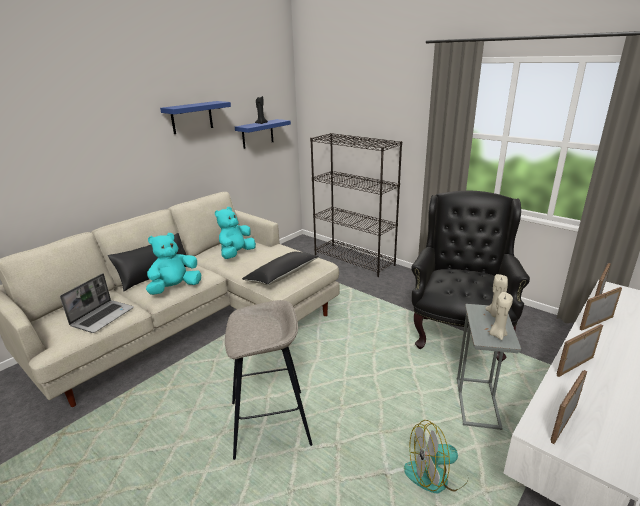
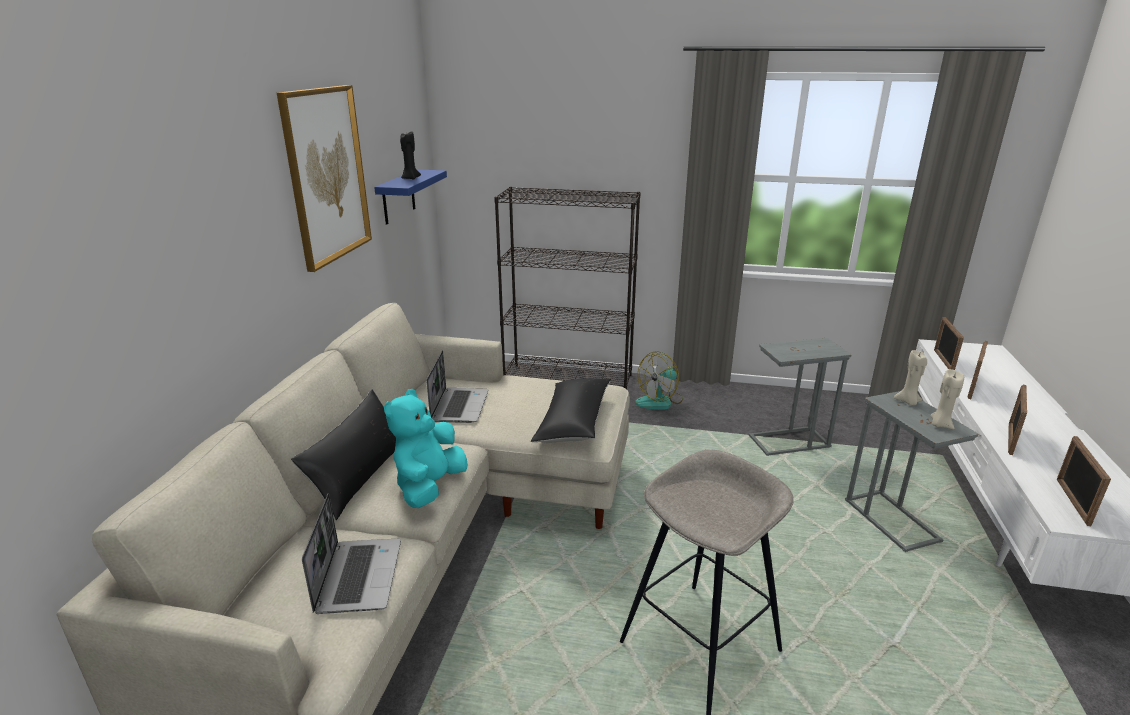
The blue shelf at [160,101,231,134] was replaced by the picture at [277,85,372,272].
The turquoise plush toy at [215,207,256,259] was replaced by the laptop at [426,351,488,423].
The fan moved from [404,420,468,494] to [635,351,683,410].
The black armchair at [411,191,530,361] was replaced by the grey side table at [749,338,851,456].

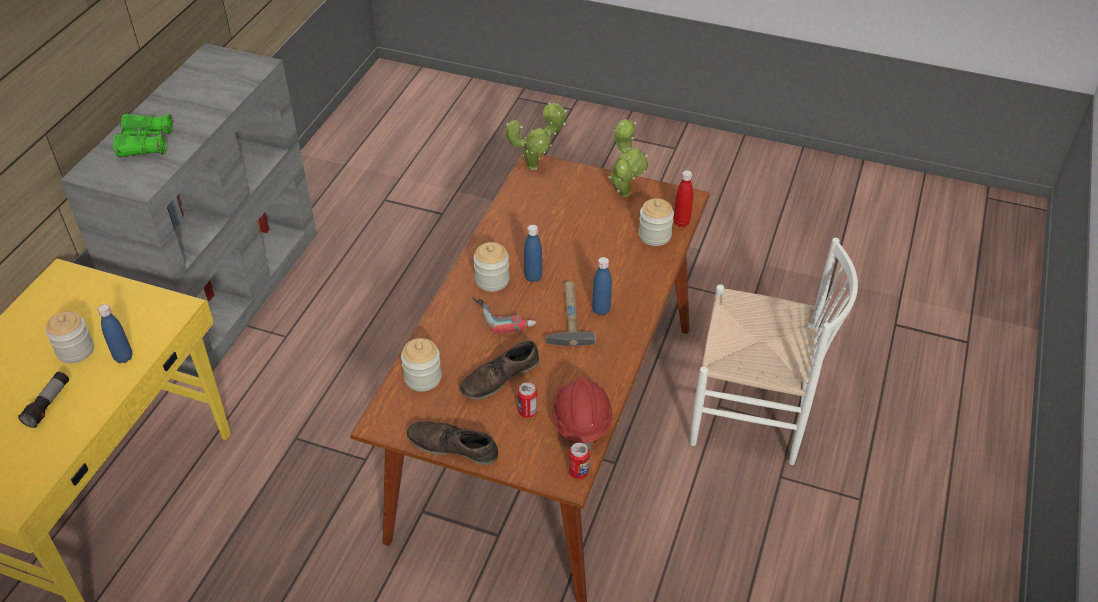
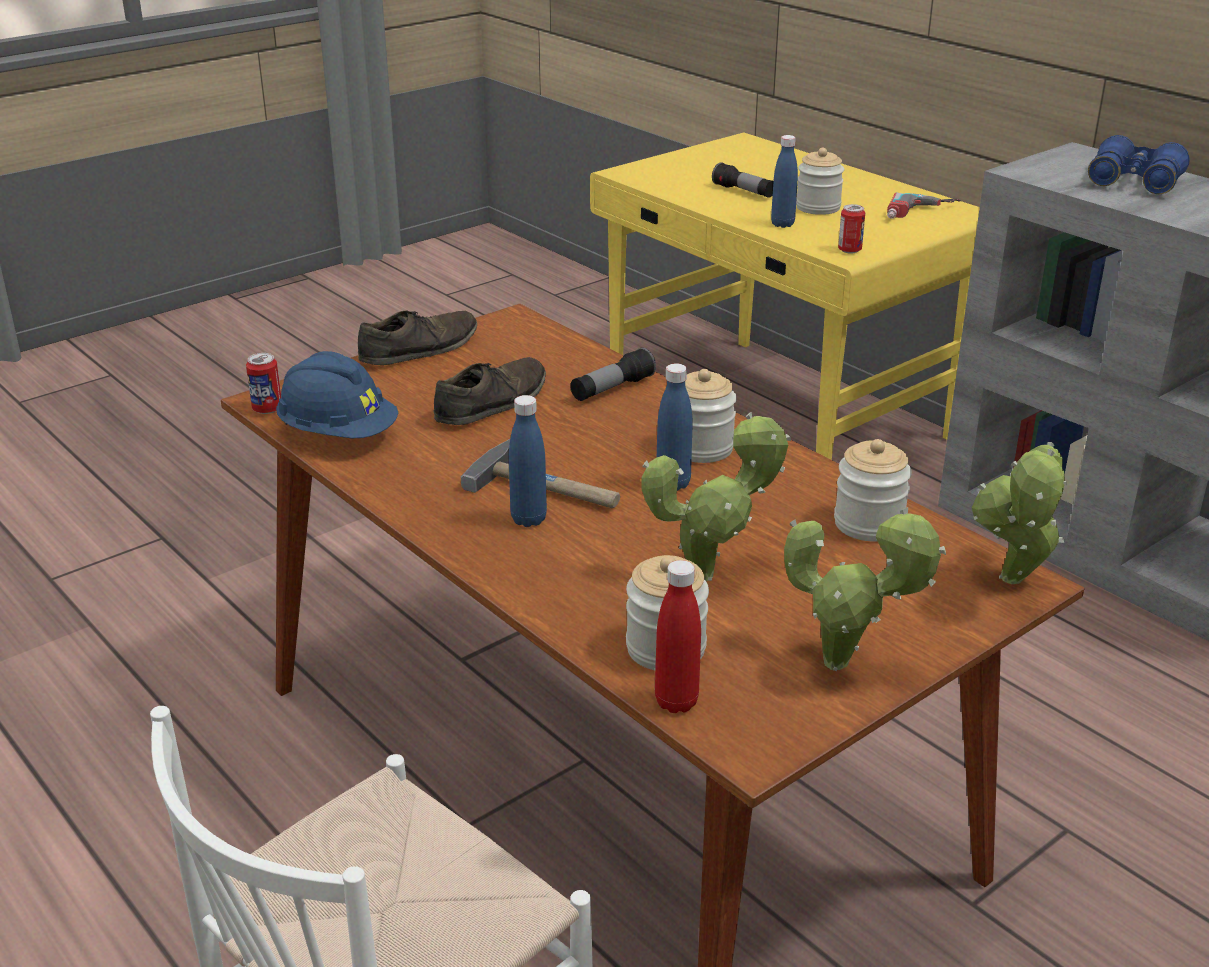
The green binoculars at [113,114,173,157] became the blue binoculars at [1088,135,1190,194].
The jar moved from [401,338,442,392] to [834,439,912,542].
The brown shoe at [460,341,539,400] turned 45 degrees clockwise.
The power drill moved from [473,297,536,334] to [887,192,961,219].
The can moved from [518,383,537,418] to [838,204,865,254].
The red hard hat at [552,376,613,450] became the blue hard hat at [276,351,398,438].
The flashlight at [570,347,656,401] appeared.
The potted plant at [641,412,791,581] appeared.

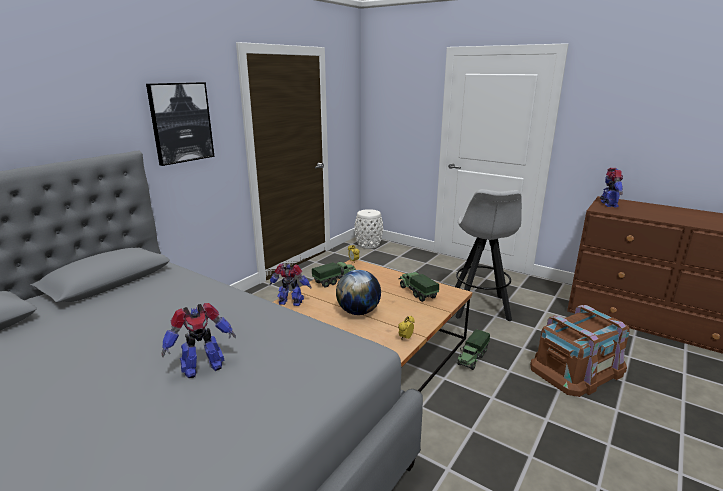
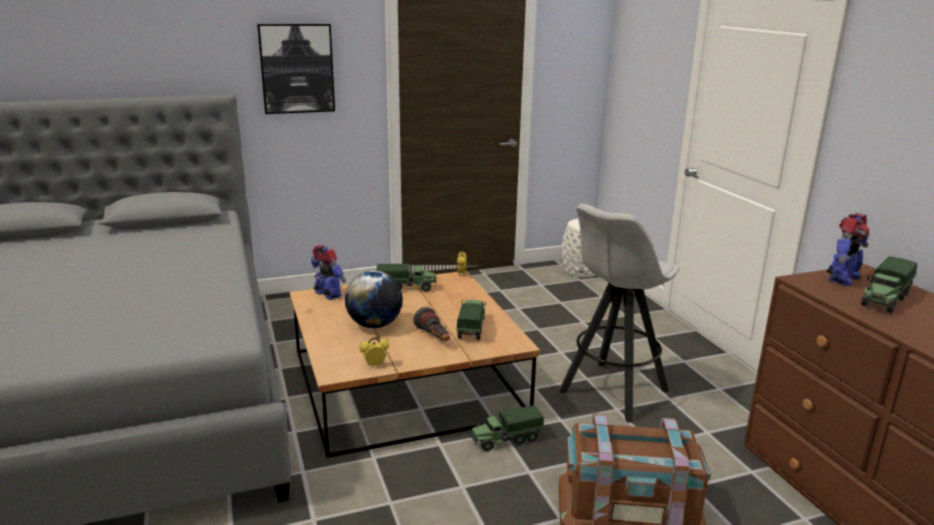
The toy robot at [161,303,236,378] disappeared.
The flashlight at [413,307,450,341] appeared.
The toy truck at [861,256,917,313] appeared.

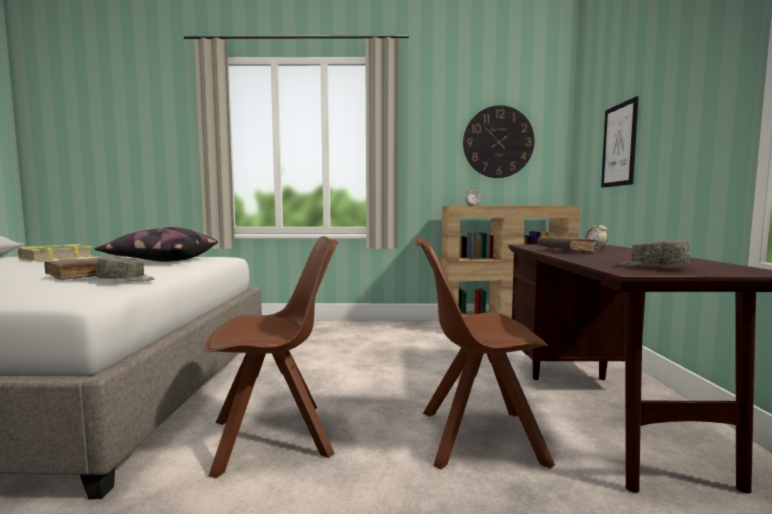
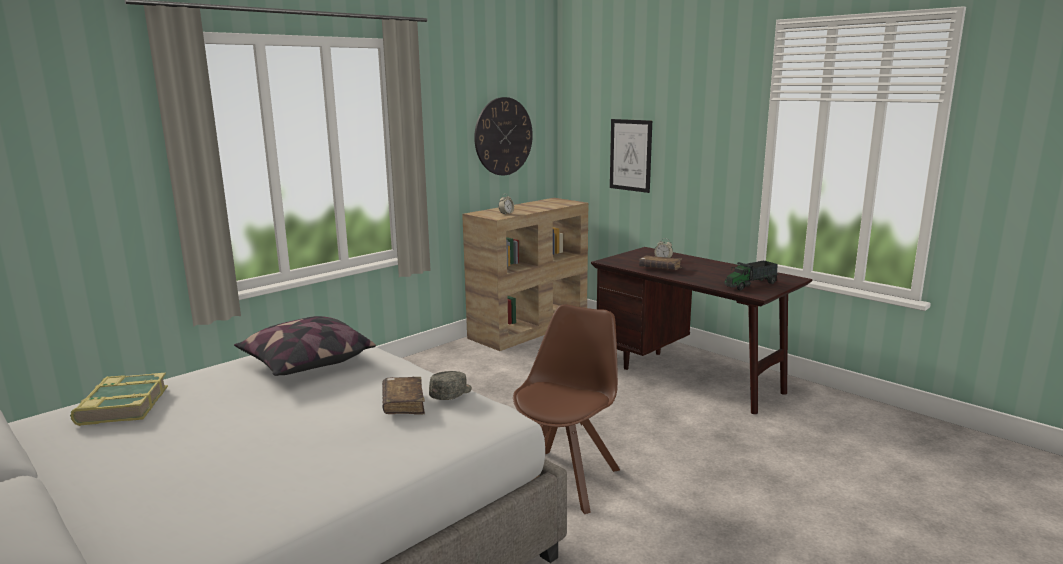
The brown chair at [415,237,555,469] disappeared.
The grey cap at [619,240,691,267] was replaced by the toy truck at [724,261,778,290].

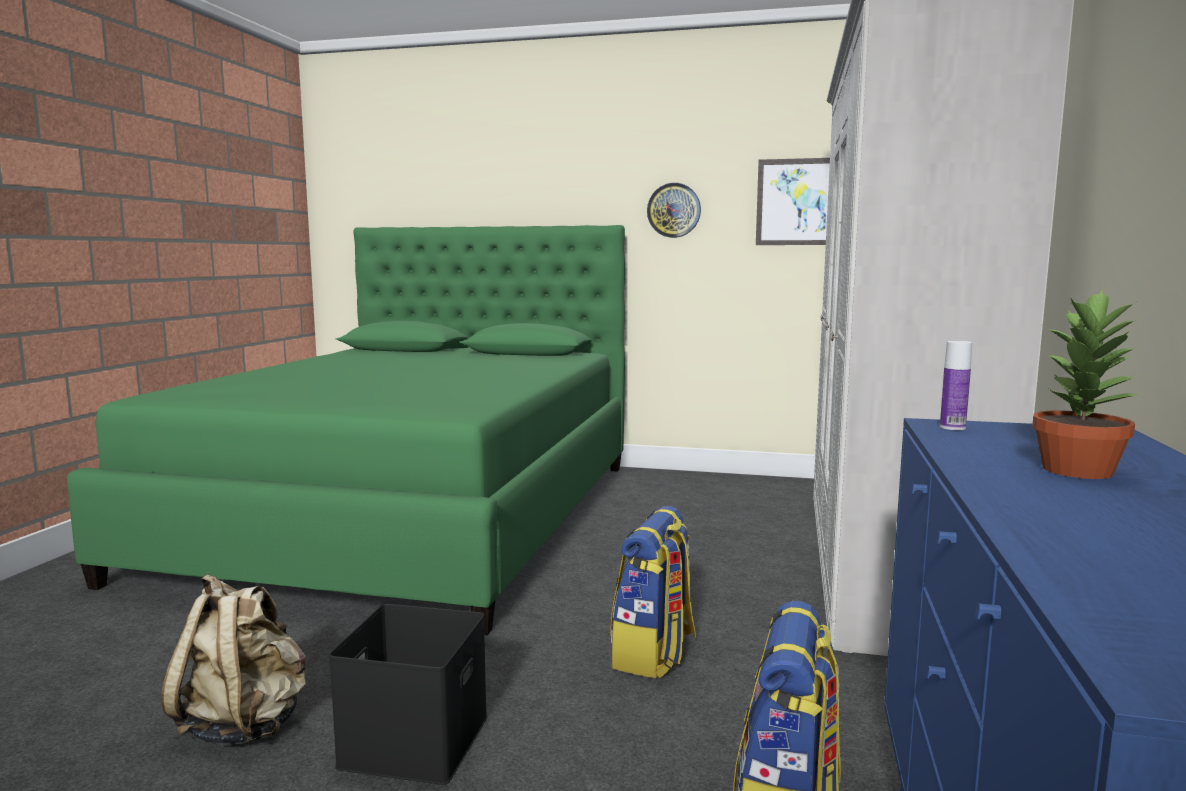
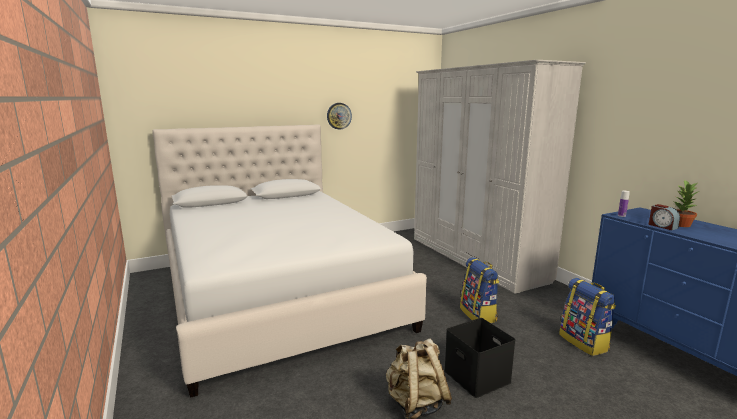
The green bed at [67,225,625,635] became the white bed at [152,124,427,398].
The picture at [756,158,830,245] disappeared.
The alarm clock at [649,204,680,230] appeared.

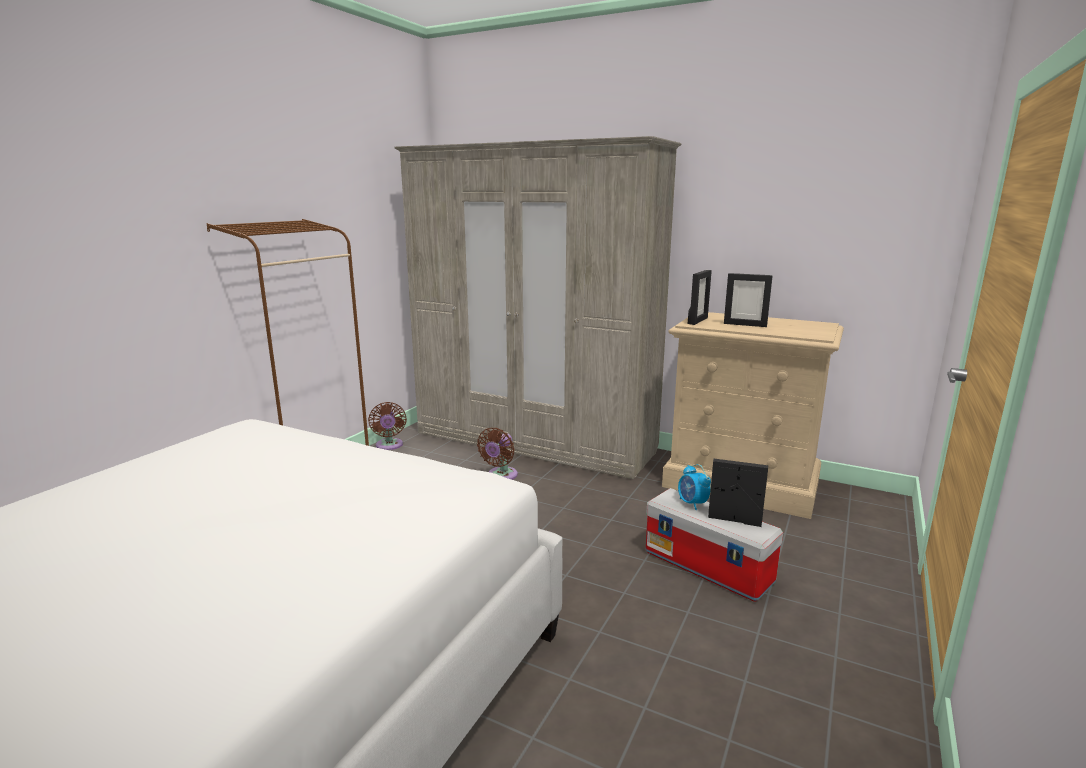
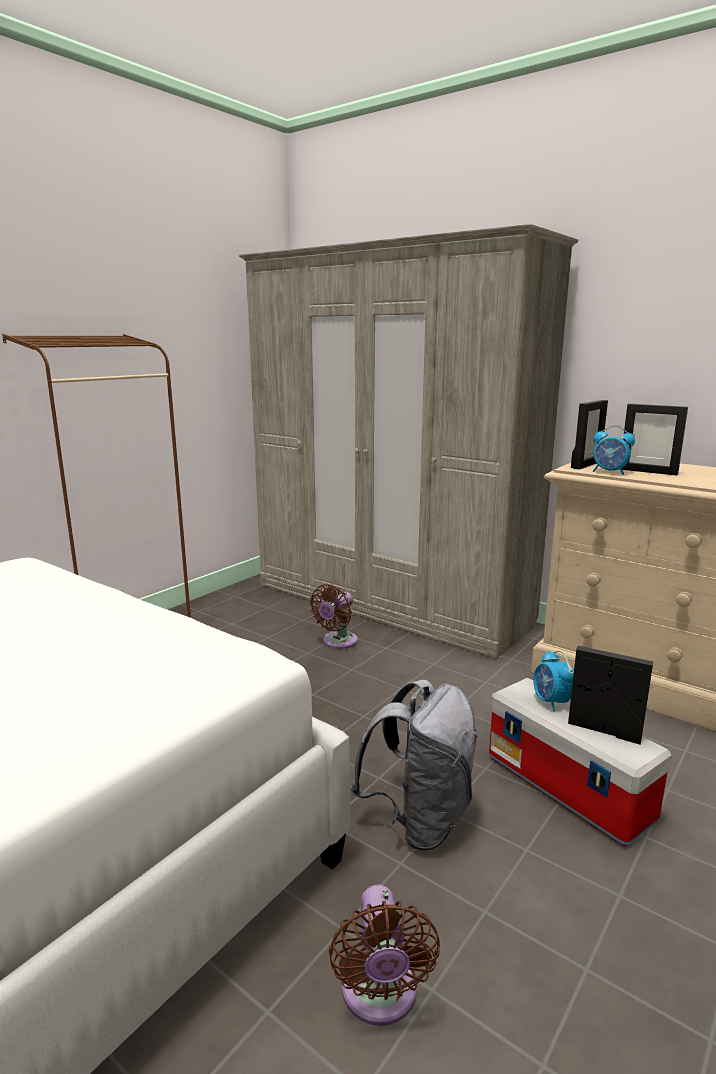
The brown fan moved from [368,402,407,450] to [329,885,440,1026].
The grey backpack at [351,680,478,851] appeared.
The alarm clock at [593,425,635,475] appeared.

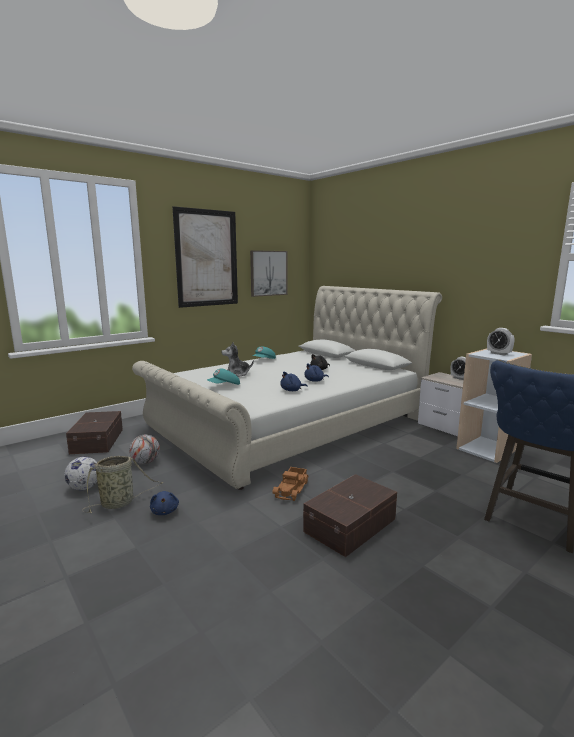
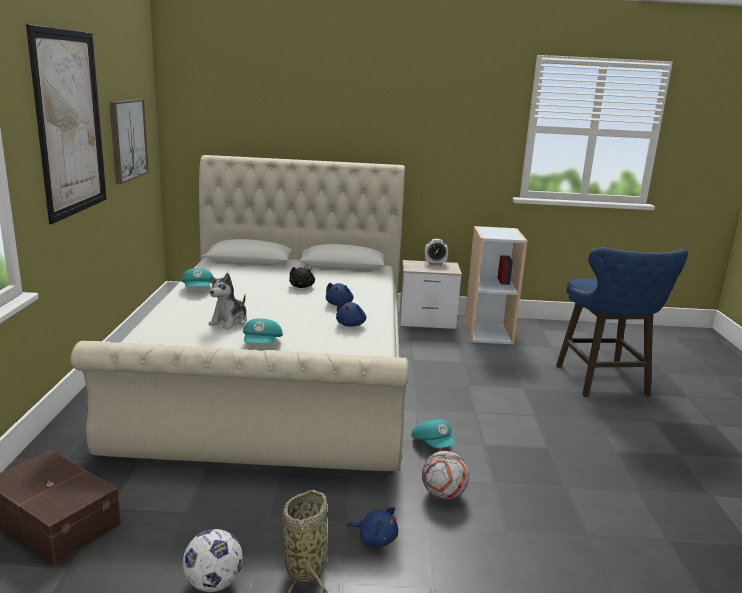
The football moved from [129,435,160,464] to [422,451,469,500].
The toy truck at [272,467,308,501] was replaced by the turquoise cap at [411,419,456,448].
The brown storage box at [303,474,397,557] disappeared.
The alarm clock at [487,328,515,356] disappeared.

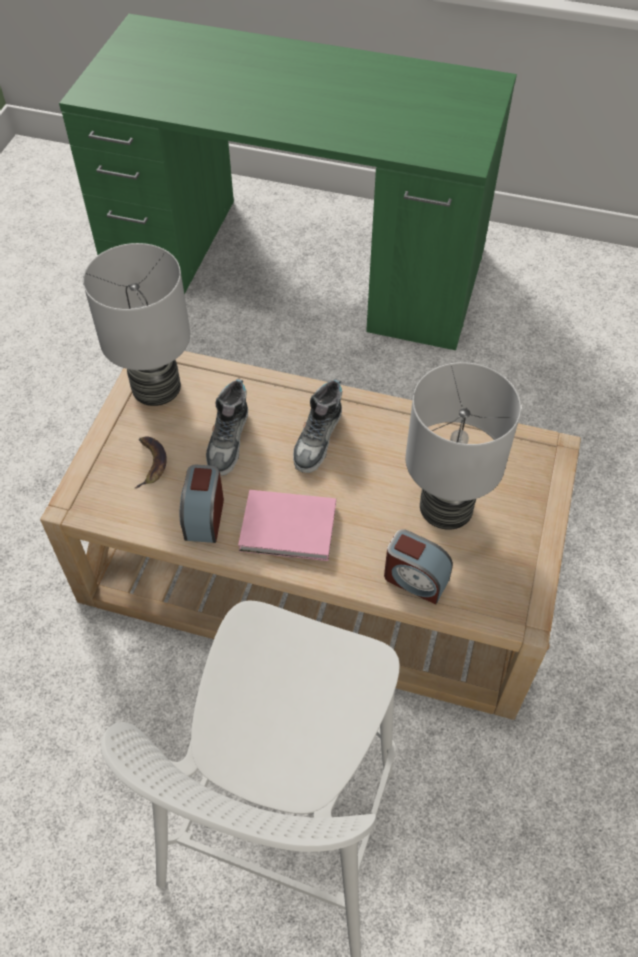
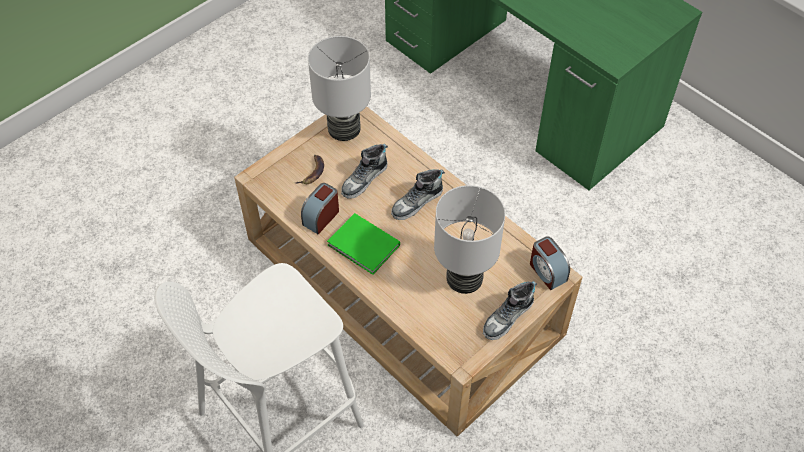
The pink book at [238,490,336,561] became the green book at [327,213,400,275].
The alarm clock moved from [384,529,453,605] to [530,236,570,290].
The shoe at [483,281,537,340] appeared.

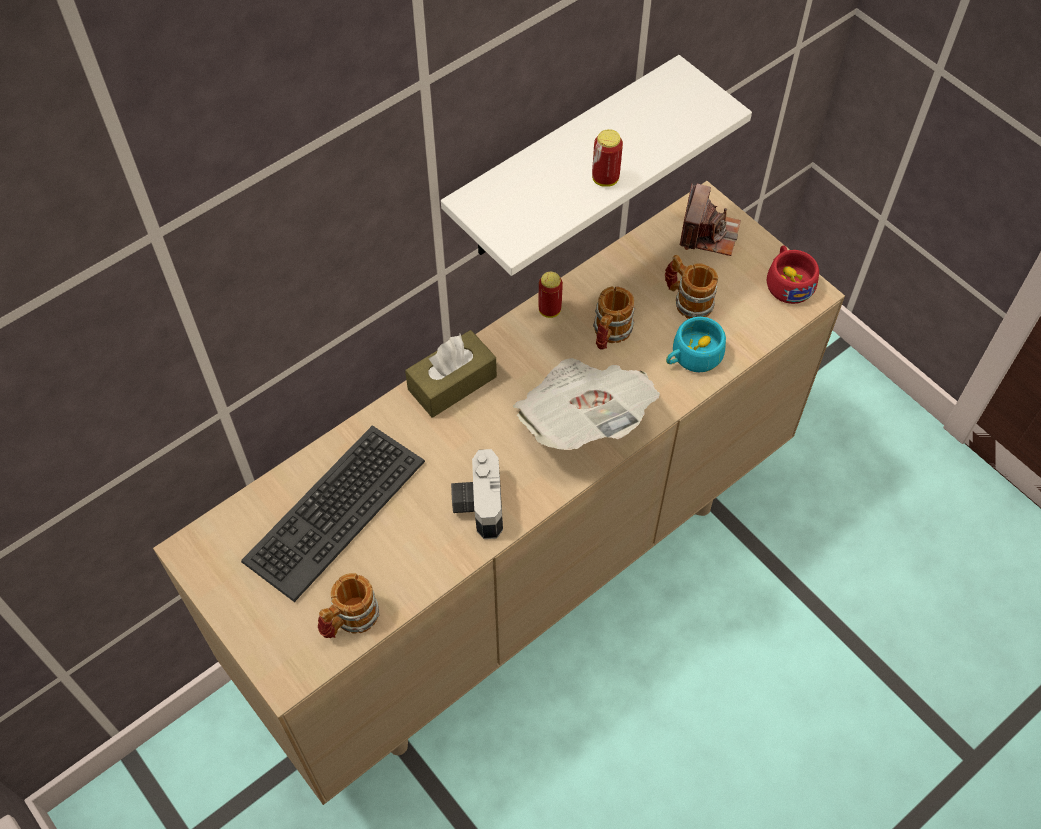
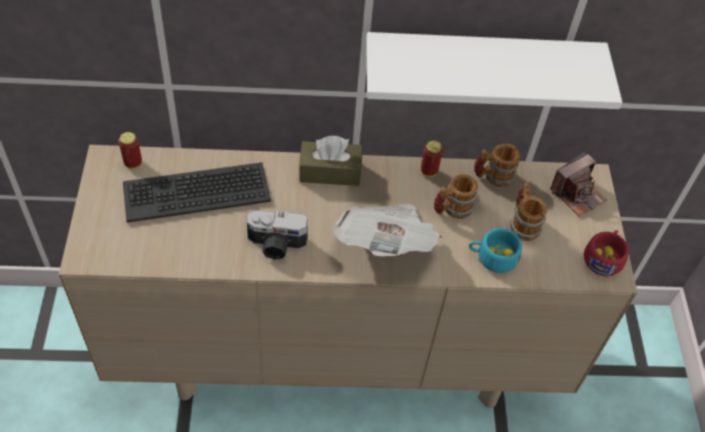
The mug moved from [318,573,379,638] to [474,144,520,187].
The photo camera at [451,449,503,539] turned 120 degrees counterclockwise.
The can moved from [592,129,623,187] to [119,132,142,169].

